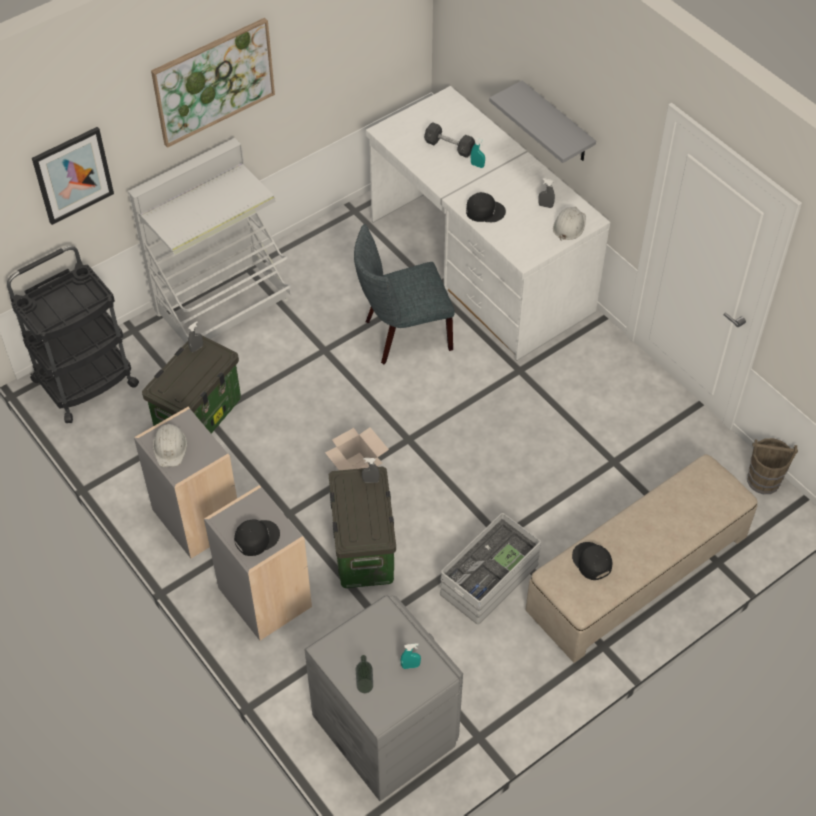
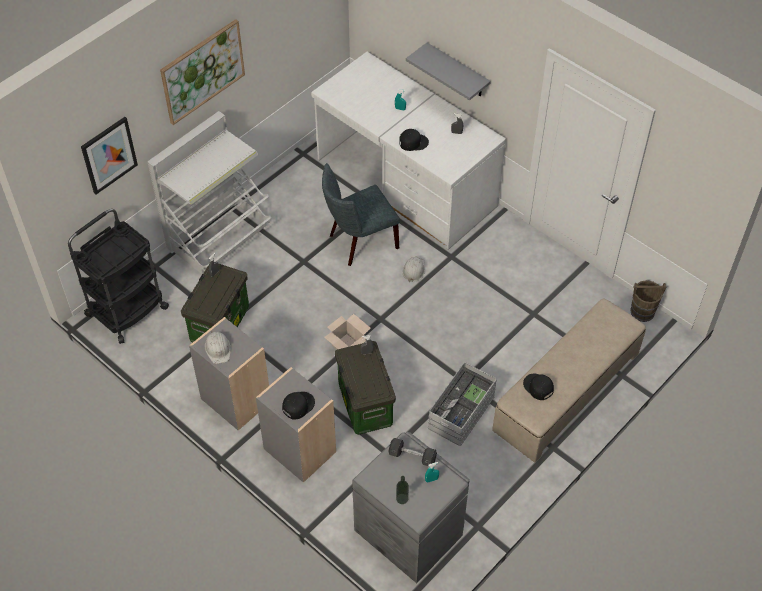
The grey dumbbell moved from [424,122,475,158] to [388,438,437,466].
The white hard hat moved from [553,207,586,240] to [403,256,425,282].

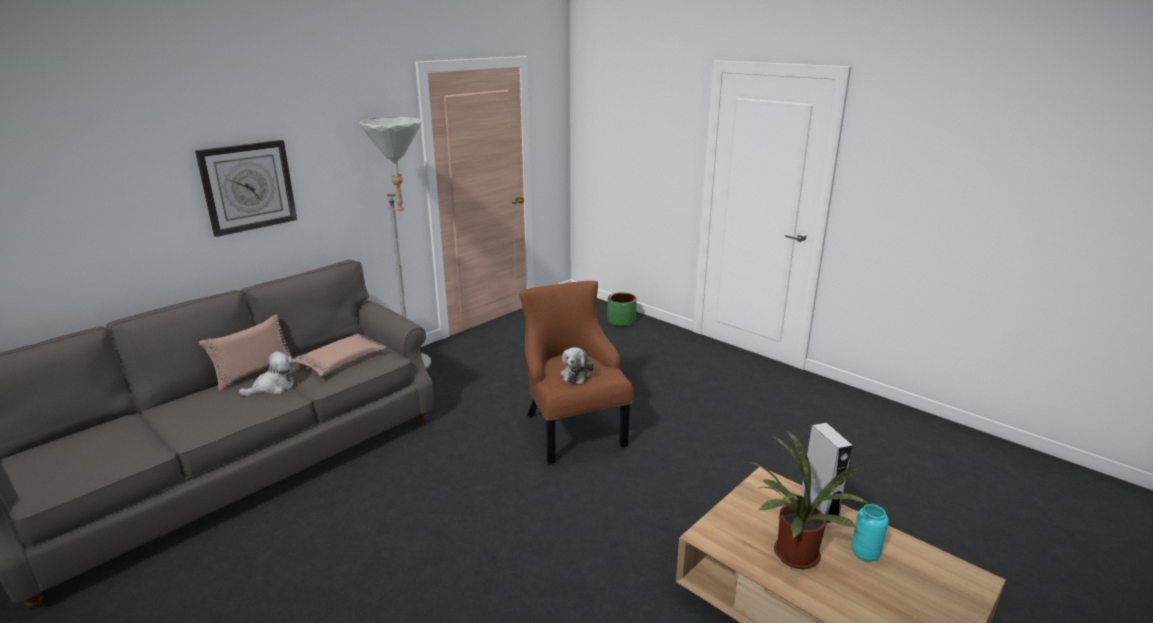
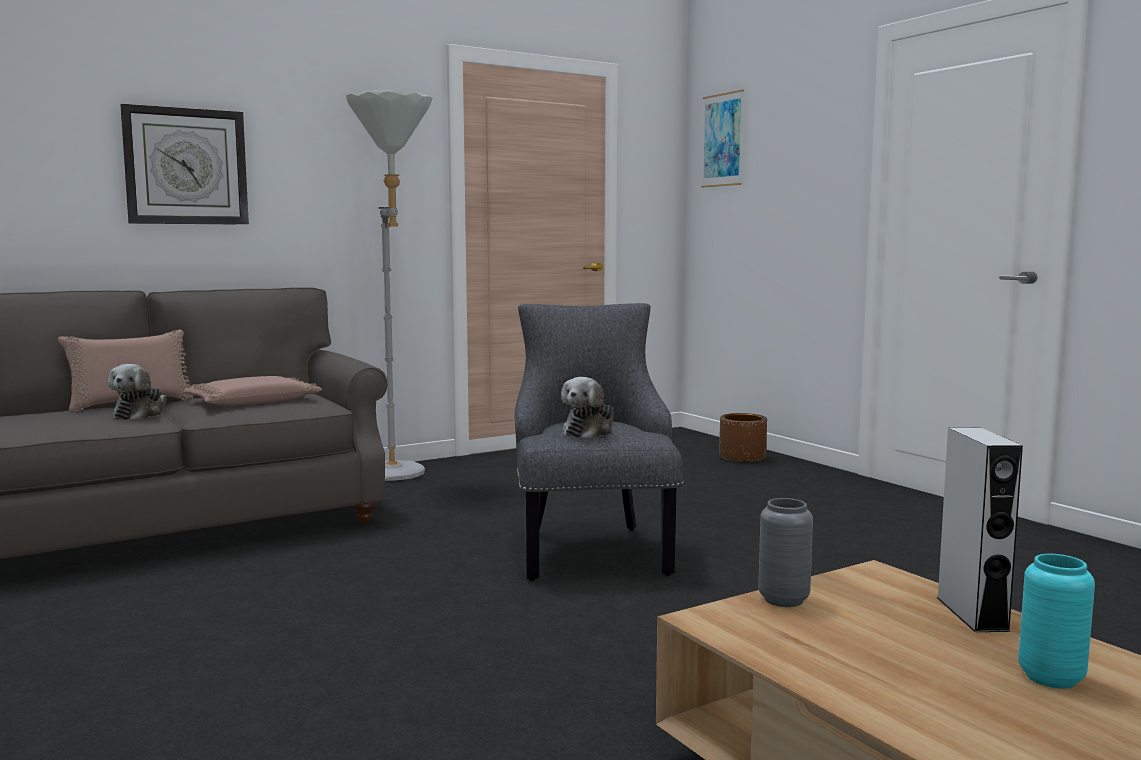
The plush toy at [239,351,295,396] turned 120 degrees clockwise.
The brown armchair at [519,281,634,464] became the grey armchair at [514,303,684,581].
The green planter at [607,292,637,326] became the brown planter at [719,413,767,462].
The potted plant at [751,430,868,569] disappeared.
The picture at [701,90,744,188] appeared.
The grey vase at [758,498,813,607] appeared.

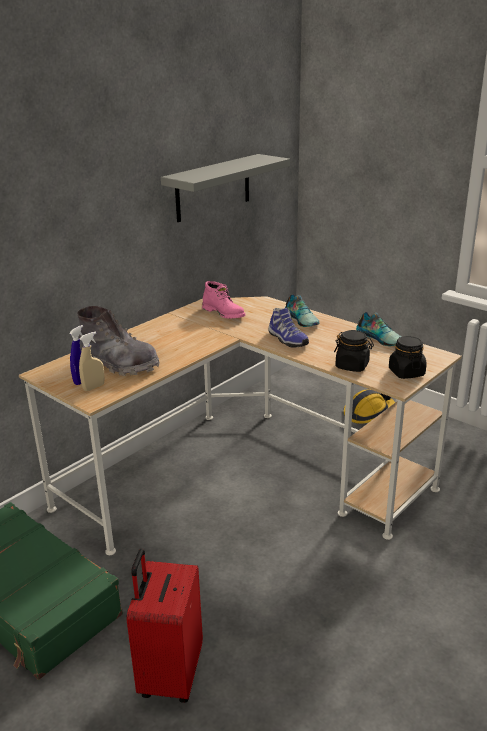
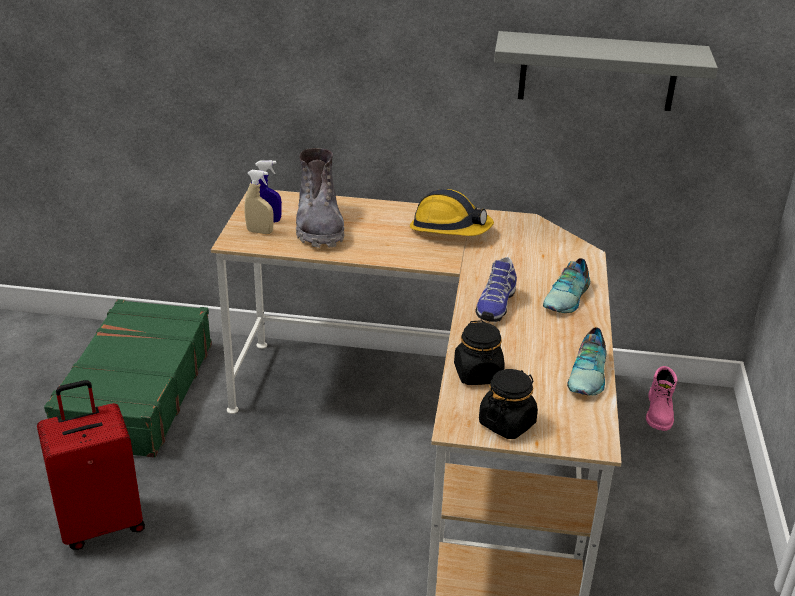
The pink boot moved from [202,281,245,319] to [646,366,677,431].
The hard hat moved from [344,390,395,424] to [410,189,494,236].

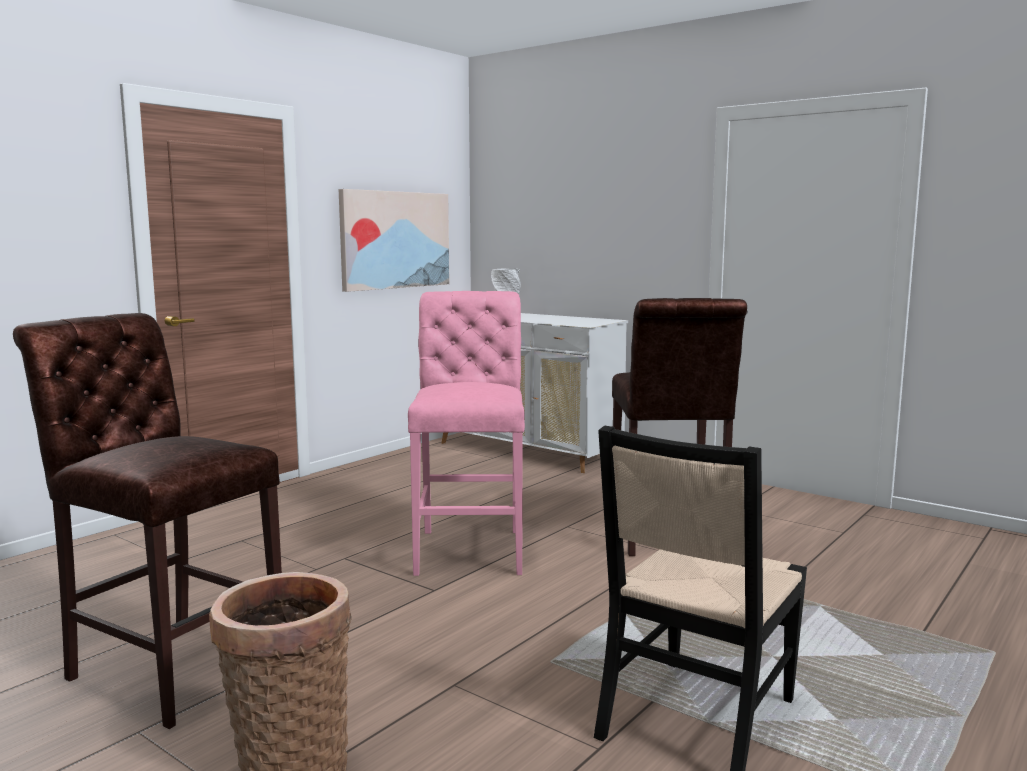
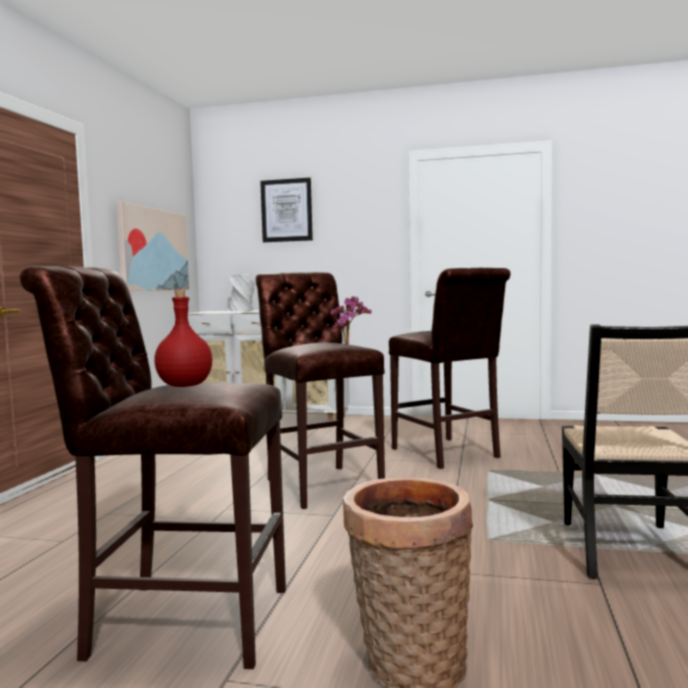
The pink stool at [408,291,525,576] became the brown stool at [255,272,385,509].
The red bottle at [154,290,212,387] appeared.
The picture at [260,178,313,242] appeared.
The potted plant at [331,296,372,345] appeared.

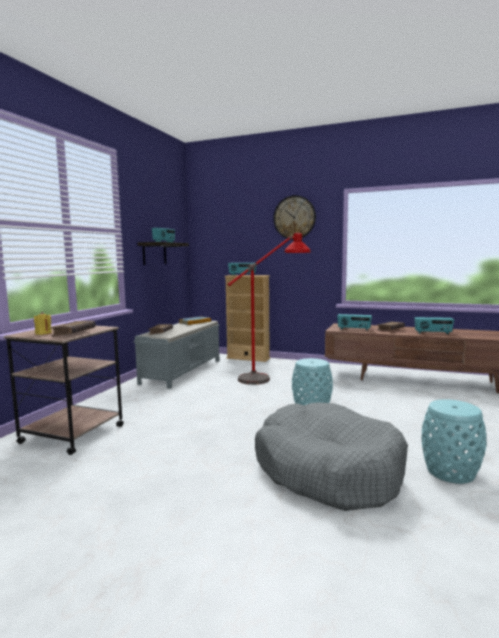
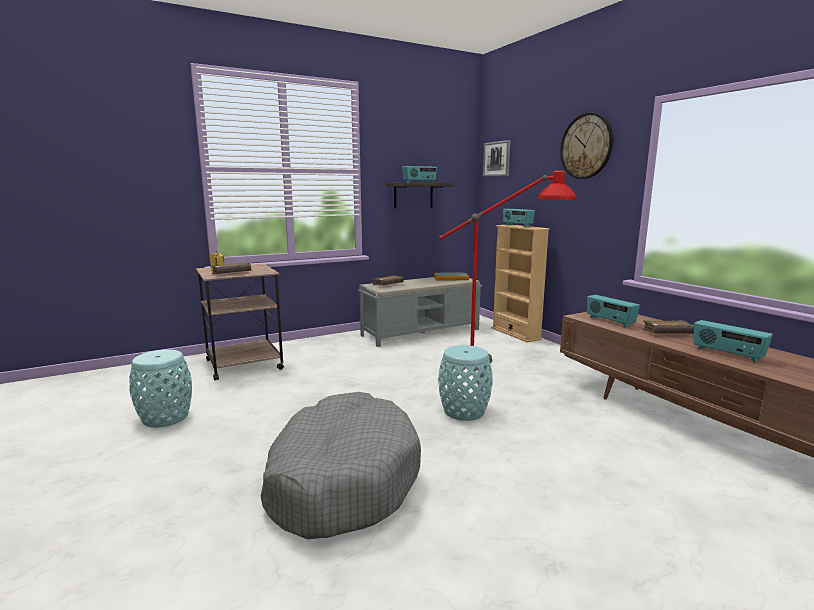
The turquoise stool moved from [421,399,487,484] to [129,350,192,427].
The picture at [483,140,511,177] appeared.

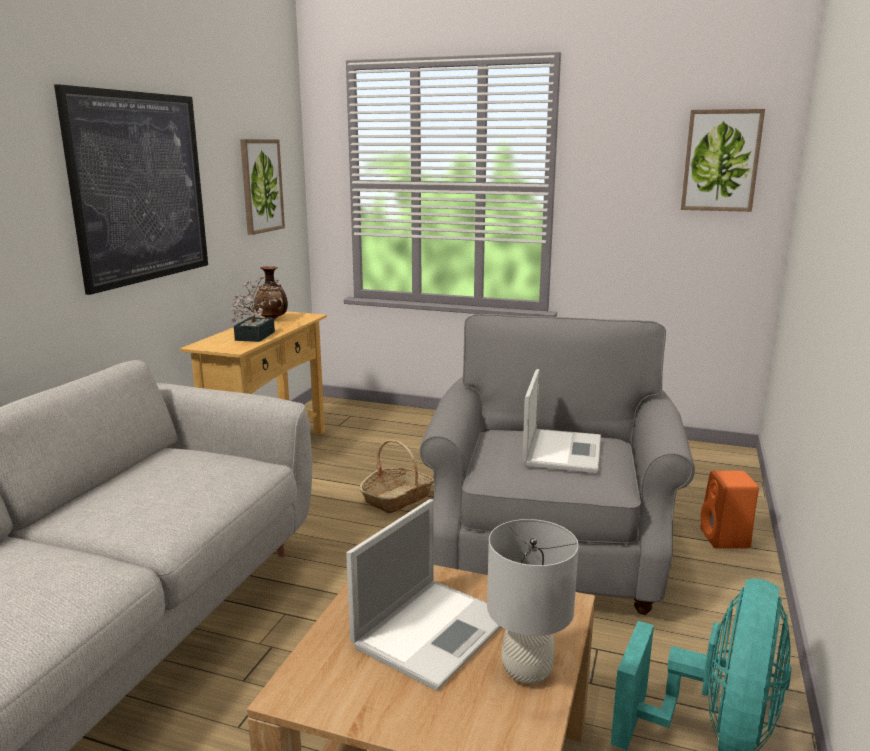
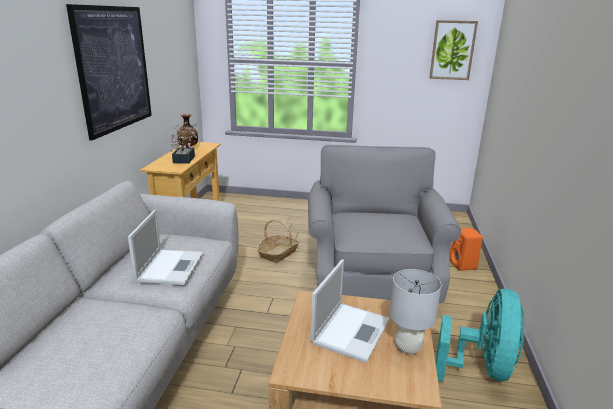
The picture at [240,139,285,235] disappeared.
The laptop moved from [522,369,601,473] to [128,210,203,285].

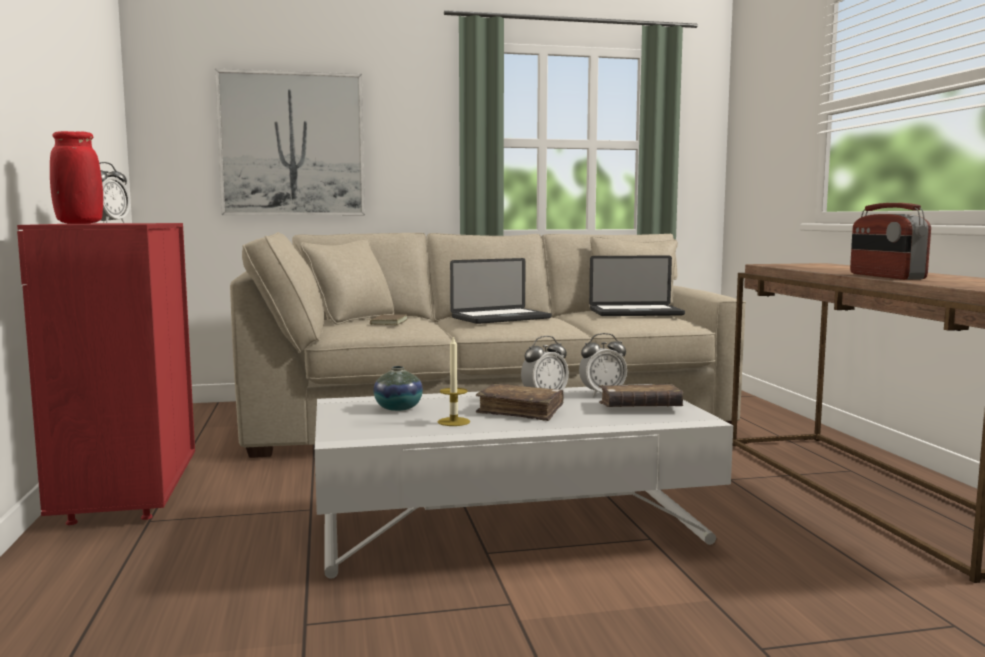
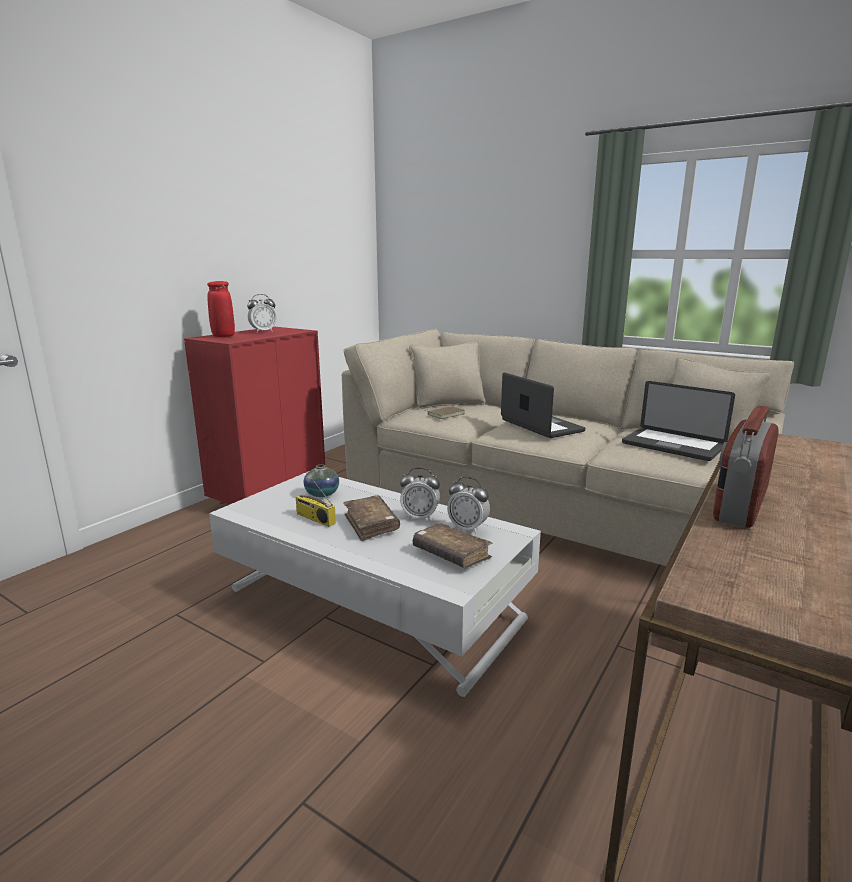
The picture at [215,69,365,215] disappeared.
The candle at [438,335,470,426] was replaced by the radio at [296,470,336,527].
The laptop at [450,258,552,324] turned 135 degrees counterclockwise.

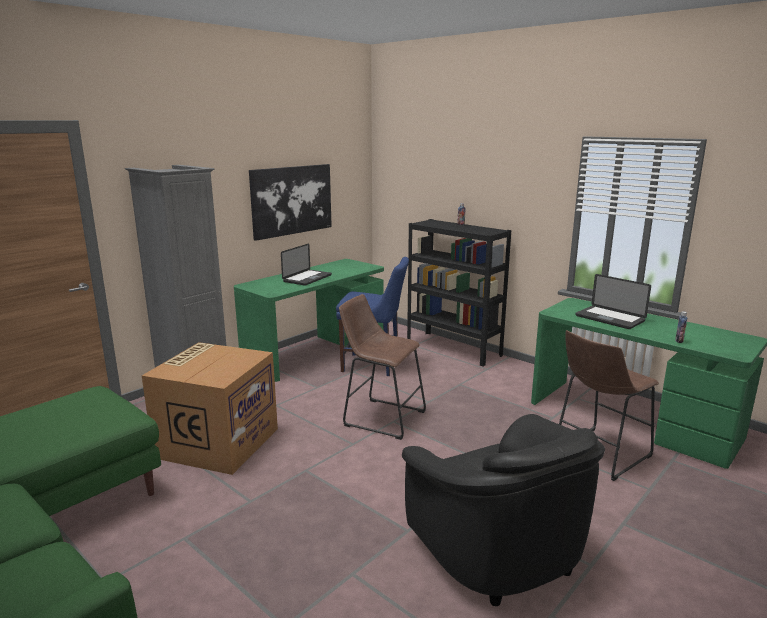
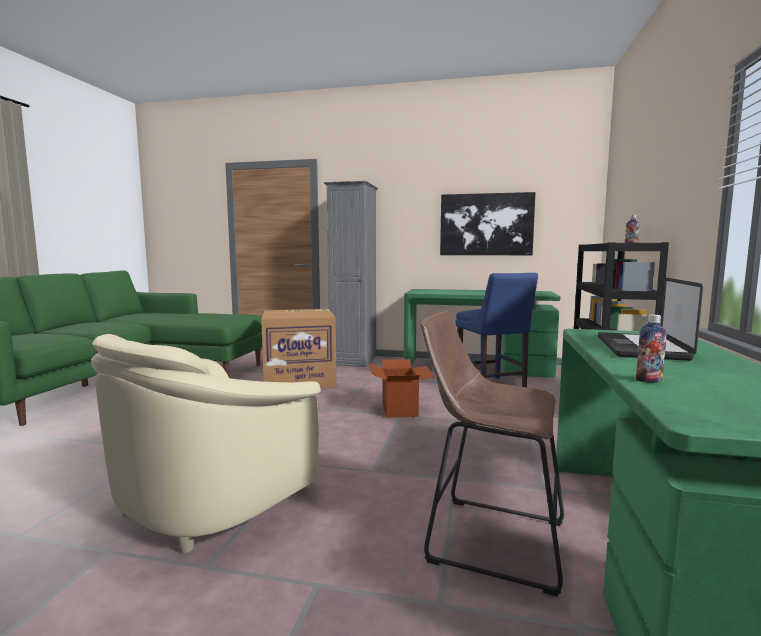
The laptop at [281,244,332,286] disappeared.
The brown stool at [339,294,426,440] was replaced by the cardboard box at [369,359,434,418].
The black armchair at [402,414,605,606] became the beige armchair at [91,334,321,553].

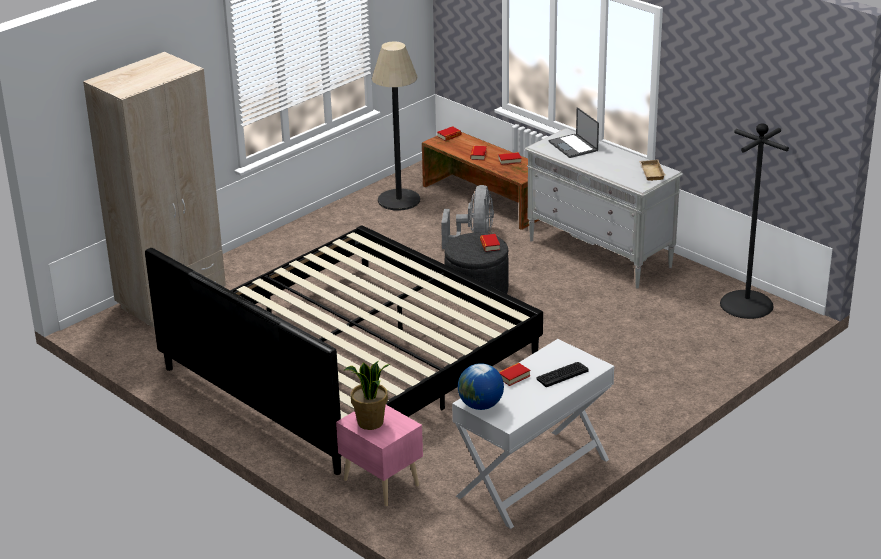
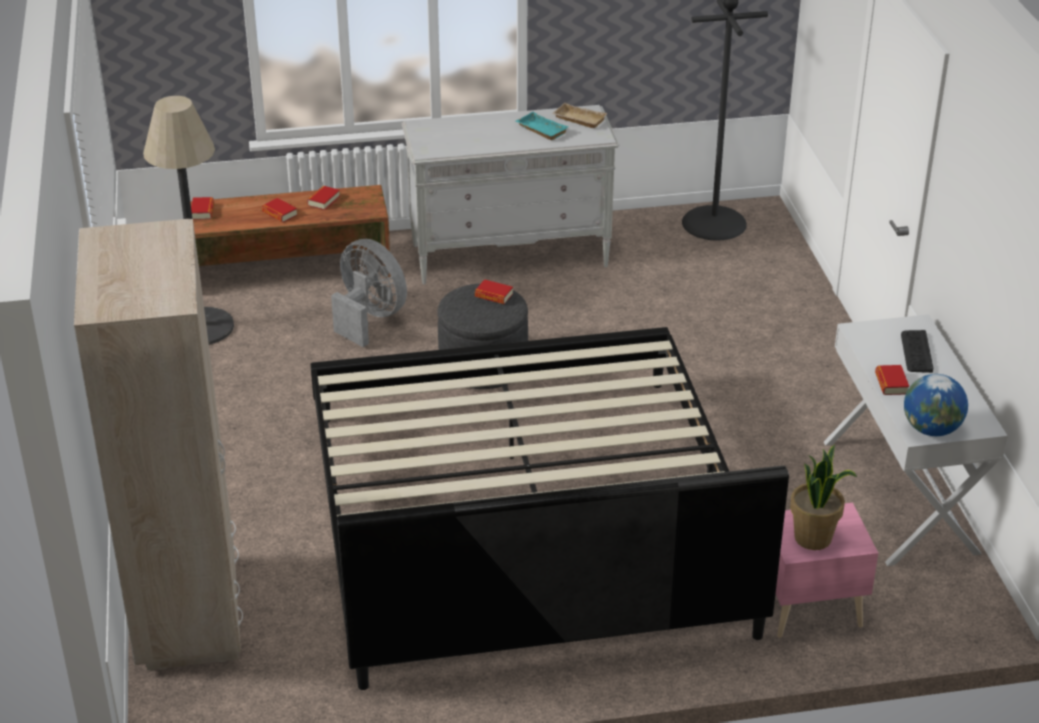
The laptop at [549,107,599,158] disappeared.
The turquoise tray at [516,112,569,140] appeared.

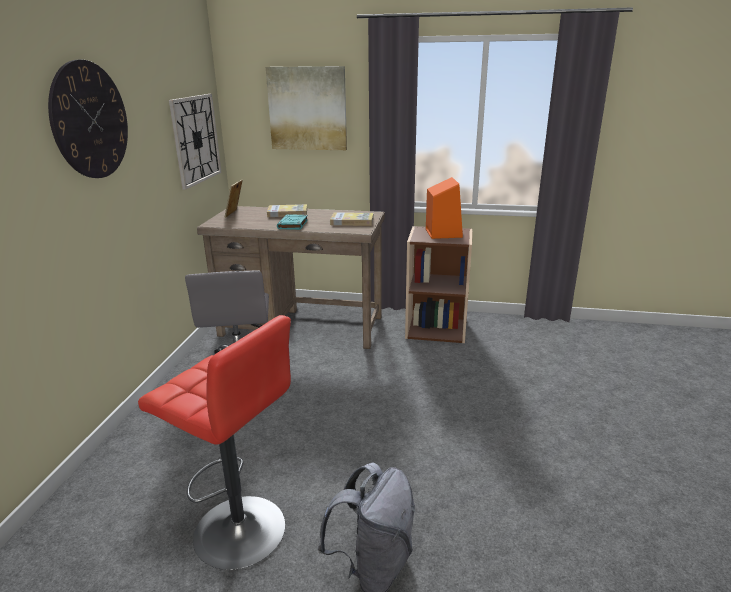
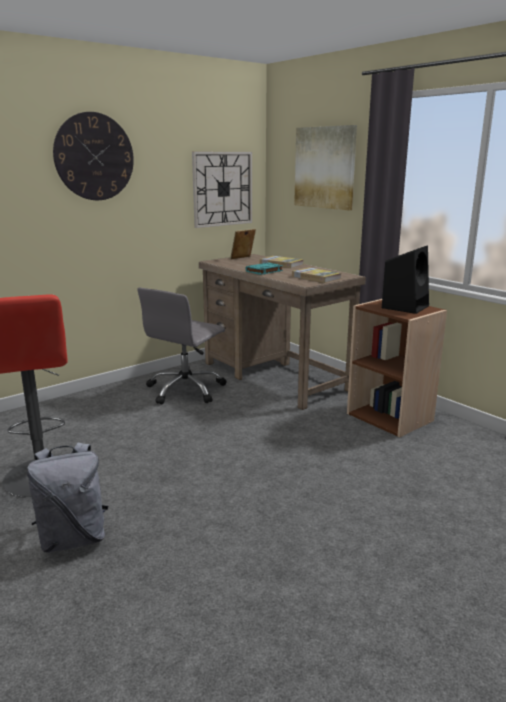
The orange speaker at [426,177,463,239] became the black speaker at [382,245,429,314].

